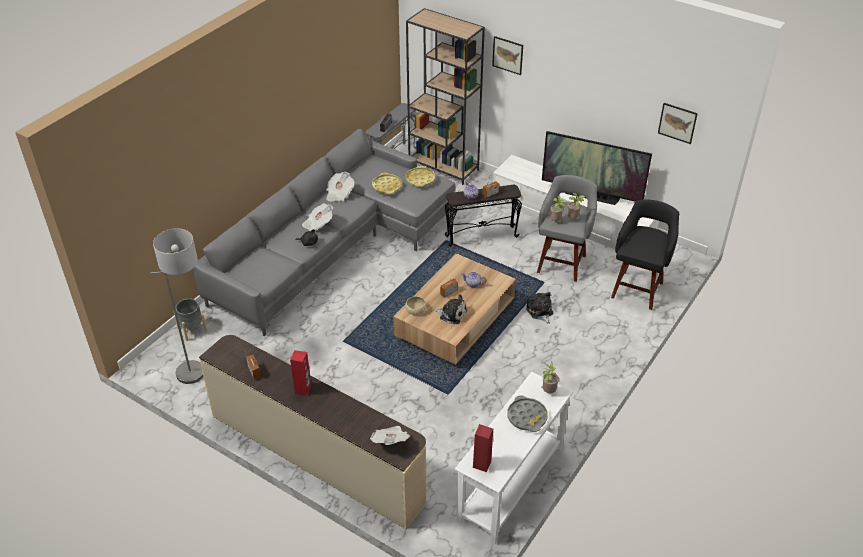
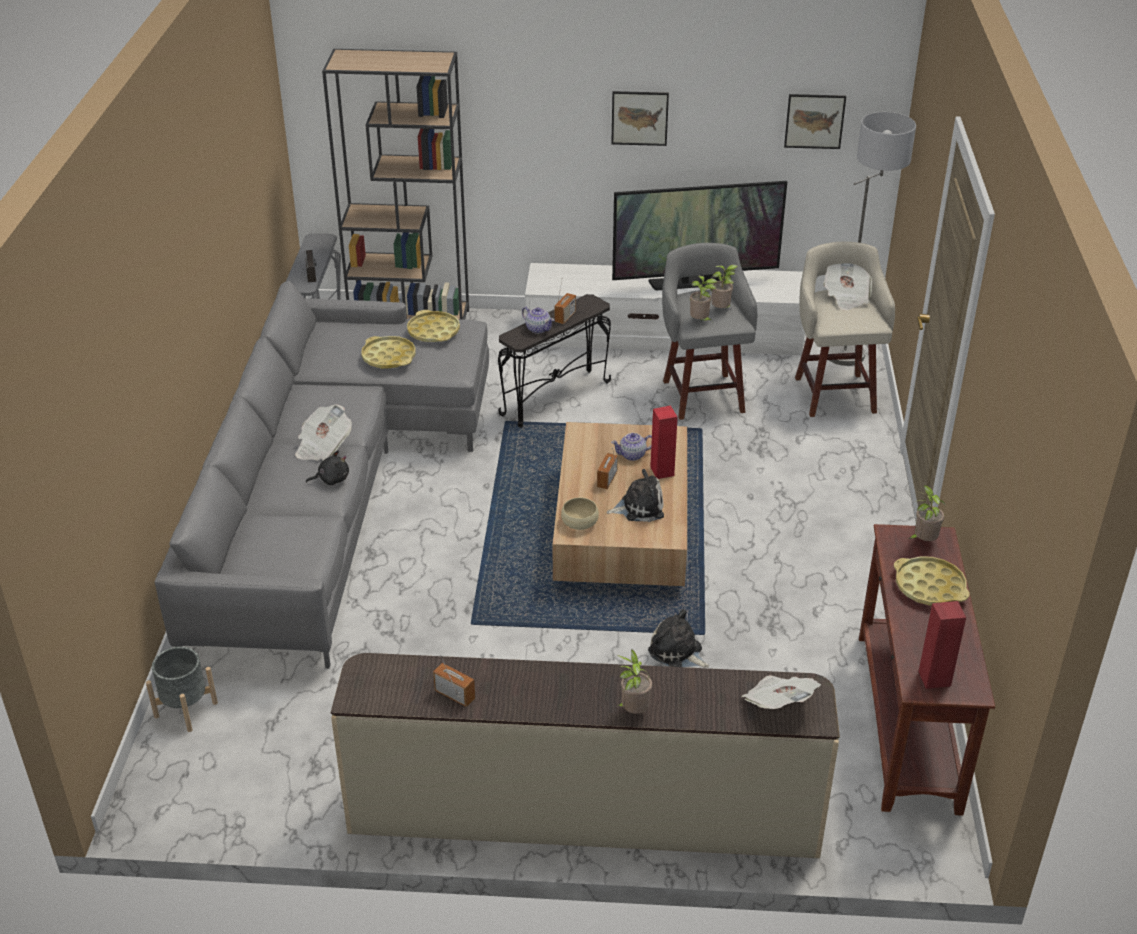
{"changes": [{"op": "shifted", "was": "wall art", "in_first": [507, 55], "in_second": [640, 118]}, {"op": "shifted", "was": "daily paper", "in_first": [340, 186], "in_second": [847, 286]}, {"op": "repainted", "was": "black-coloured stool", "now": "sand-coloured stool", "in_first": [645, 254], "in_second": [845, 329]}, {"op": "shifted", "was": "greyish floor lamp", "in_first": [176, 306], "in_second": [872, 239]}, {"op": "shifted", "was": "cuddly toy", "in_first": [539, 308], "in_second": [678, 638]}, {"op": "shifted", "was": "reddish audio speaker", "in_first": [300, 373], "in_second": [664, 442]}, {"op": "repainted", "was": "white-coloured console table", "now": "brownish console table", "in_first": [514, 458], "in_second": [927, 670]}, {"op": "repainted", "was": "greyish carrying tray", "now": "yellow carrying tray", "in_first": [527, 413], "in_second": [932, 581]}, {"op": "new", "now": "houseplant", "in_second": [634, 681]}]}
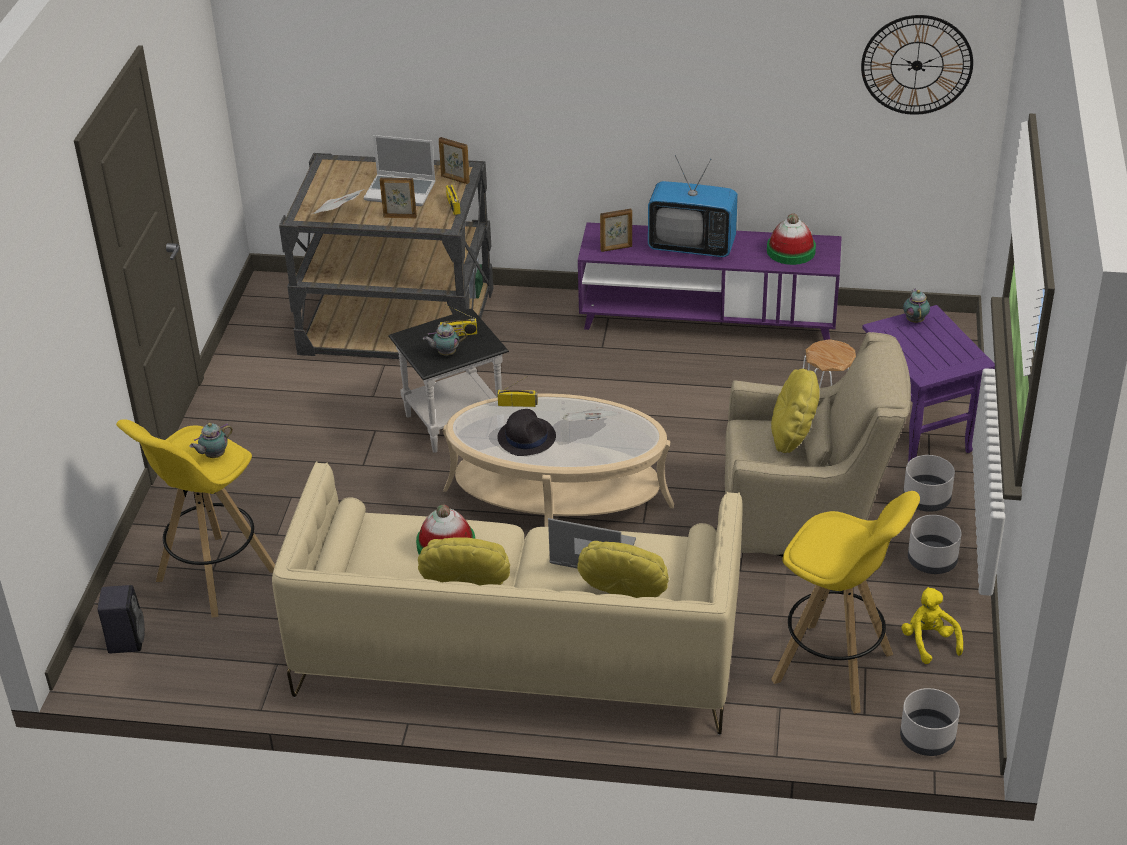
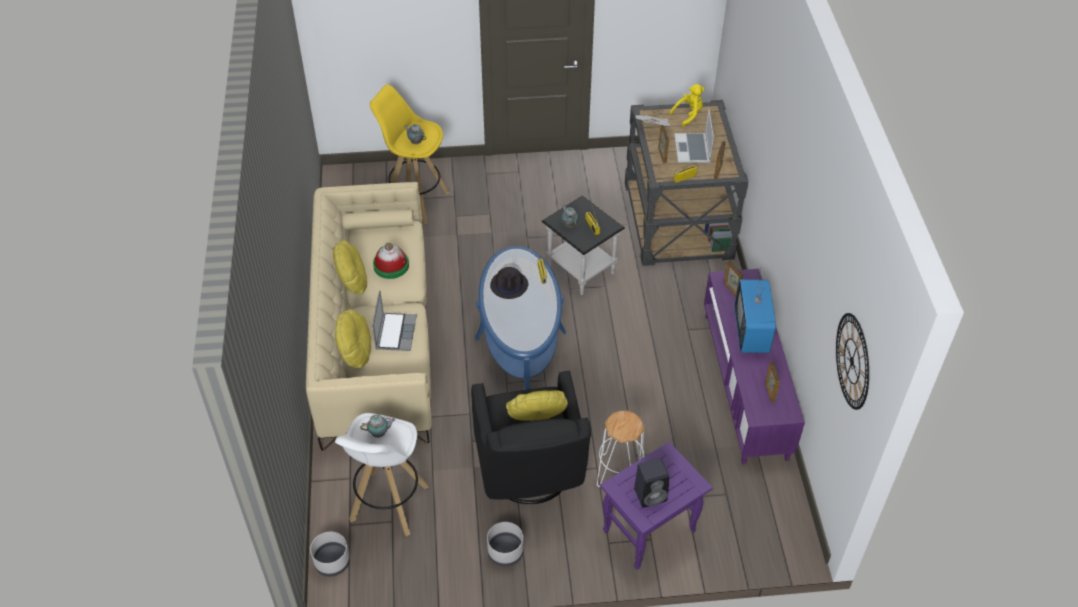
{"changes": [{"op": "swapped", "was": "wearable hat", "now": "standing frame", "in_first": [791, 239], "in_second": [772, 382]}, {"op": "shifted", "was": "teapot", "in_first": [916, 305], "in_second": [377, 426]}, {"op": "repainted", "was": "sand-coloured easy chair", "now": "black-coloured easy chair", "in_first": [818, 444], "in_second": [531, 437]}, {"op": "repainted", "was": "sand-coloured lounge table", "now": "blue-coloured lounge table", "in_first": [558, 460], "in_second": [520, 318]}, {"op": "gone", "was": "daily paper", "in_first": [591, 414]}, {"op": "gone", "was": "greyish plant pot", "in_first": [929, 483]}, {"op": "repainted", "was": "yellow stool", "now": "white-coloured stool", "in_first": [845, 602], "in_second": [382, 474]}, {"op": "shifted", "was": "black-coloured audio speaker", "in_first": [121, 619], "in_second": [651, 483]}, {"op": "shifted", "was": "yellow cuddly toy", "in_first": [932, 625], "in_second": [687, 105]}]}
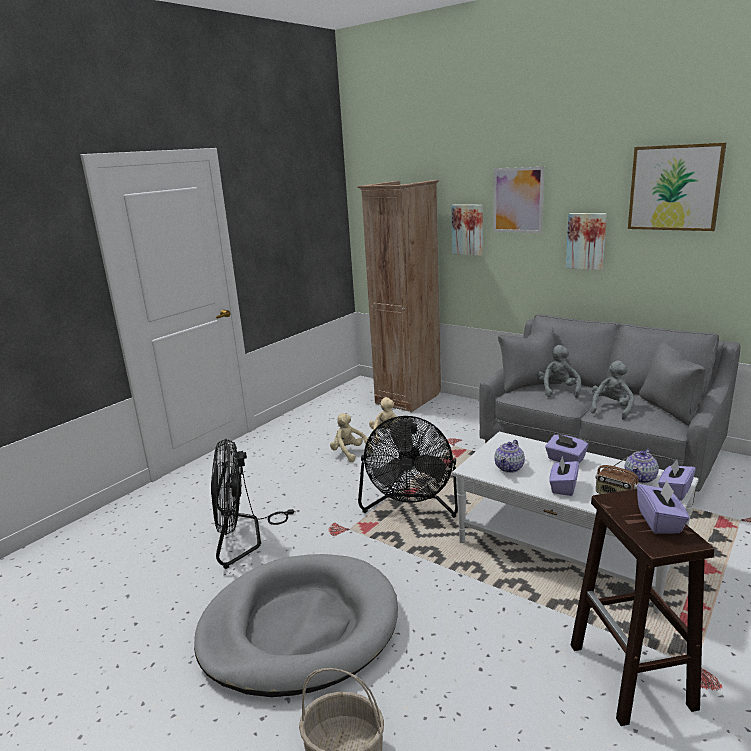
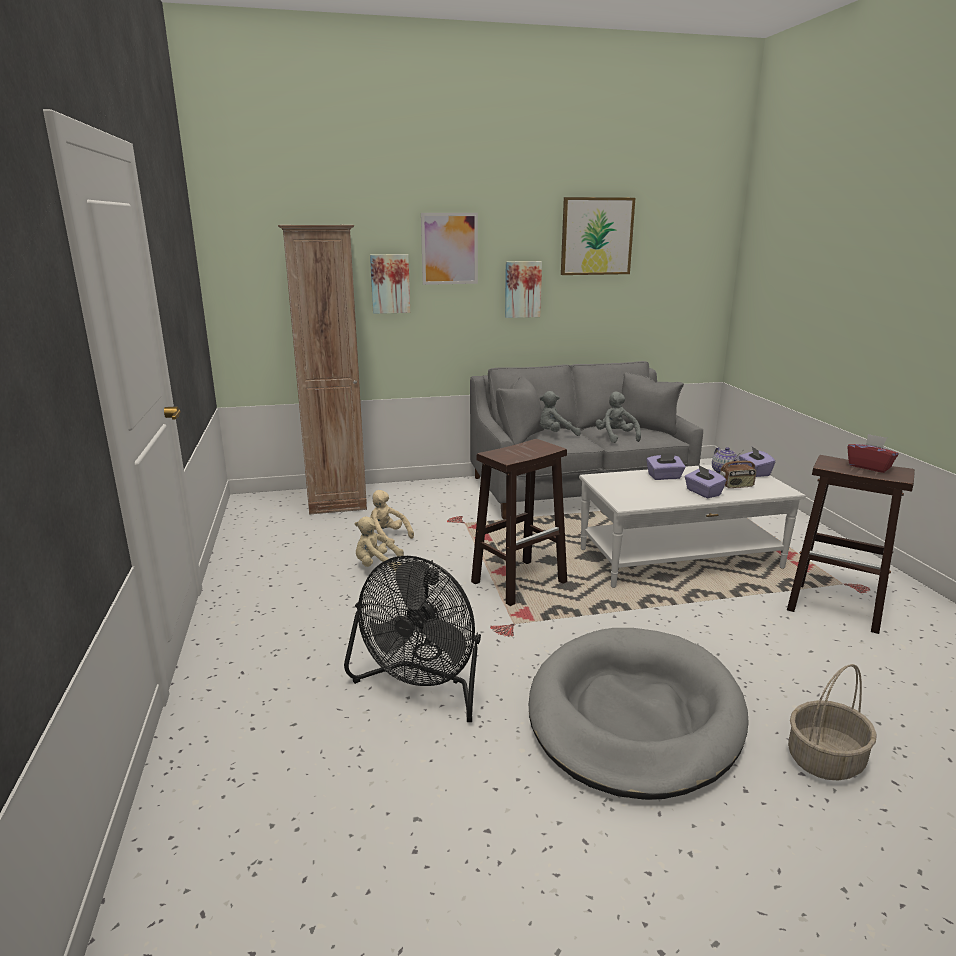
{"changes": [{"op": "rotated", "was": "greyish cuddly toy", "in_first": [559, 371], "in_second": [560, 413], "clockwise": -60}, {"op": "swapped", "was": "black-coloured electric fan", "now": "brownish stool", "in_first": [408, 467], "in_second": [519, 522]}, {"op": "gone", "was": "teapot", "in_first": [509, 456]}, {"op": "repainted", "was": "purple tissue box", "now": "reddish tissue box", "in_first": [663, 507], "in_second": [873, 453]}]}
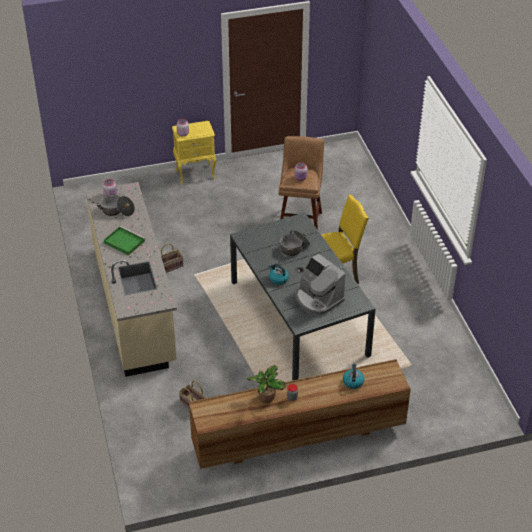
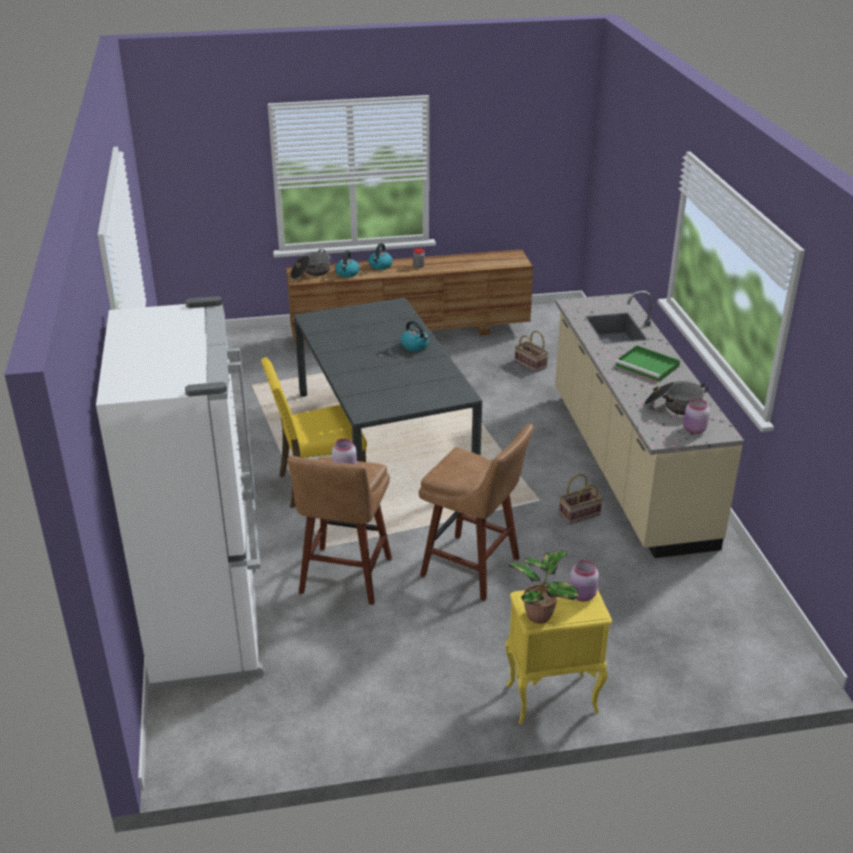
{"changes": [{"op": "shifted", "was": "saucepot", "in_first": [295, 243], "in_second": [310, 264]}, {"op": "gone", "was": "coffee machine", "in_first": [320, 284]}, {"op": "shifted", "was": "houseplant", "in_first": [266, 384], "in_second": [543, 586]}, {"op": "new", "now": "water kettle", "in_second": [380, 256]}, {"op": "new", "now": "white-coloured refrigerator", "in_second": [180, 493]}, {"op": "new", "now": "brownish stool", "in_second": [476, 512]}]}
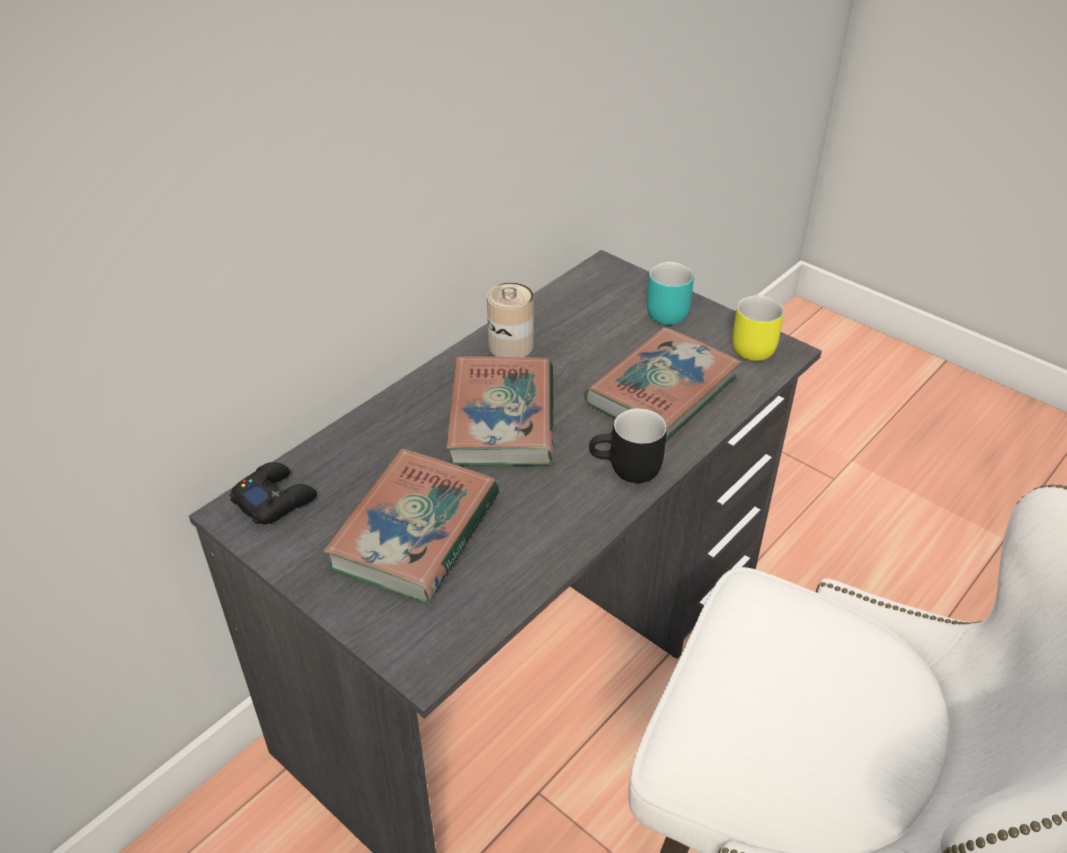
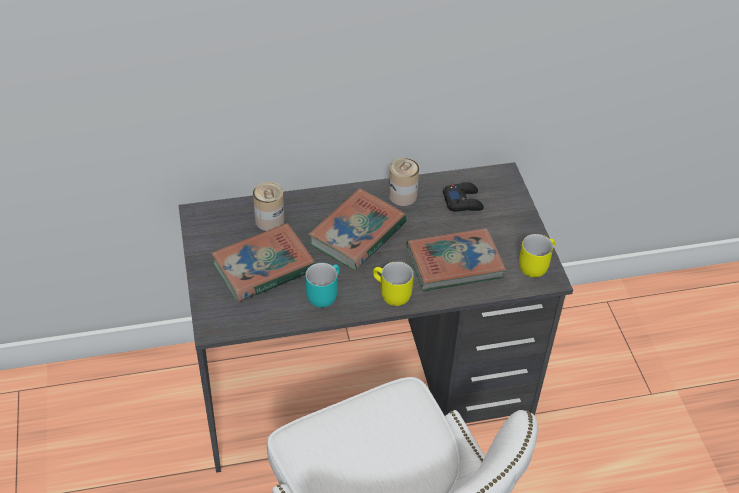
{"changes": [{"op": "shifted", "was": "blue-green tea mug", "in_first": [670, 293], "in_second": [322, 285]}, {"op": "repainted", "was": "black-coloured tea mug", "now": "yellow tea mug", "in_first": [628, 445], "in_second": [393, 283]}, {"op": "shifted", "was": "black-coloured game controller", "in_first": [273, 493], "in_second": [463, 197]}, {"op": "new", "now": "metal can", "in_second": [269, 206]}]}
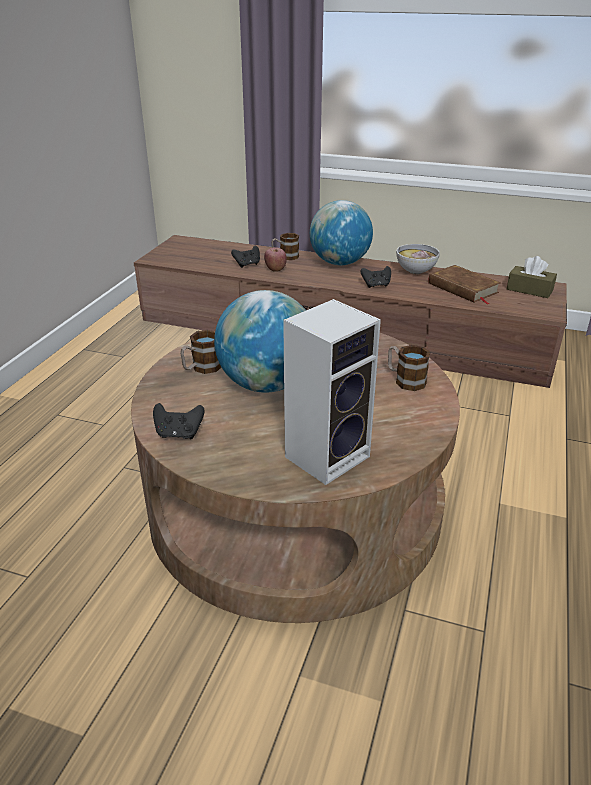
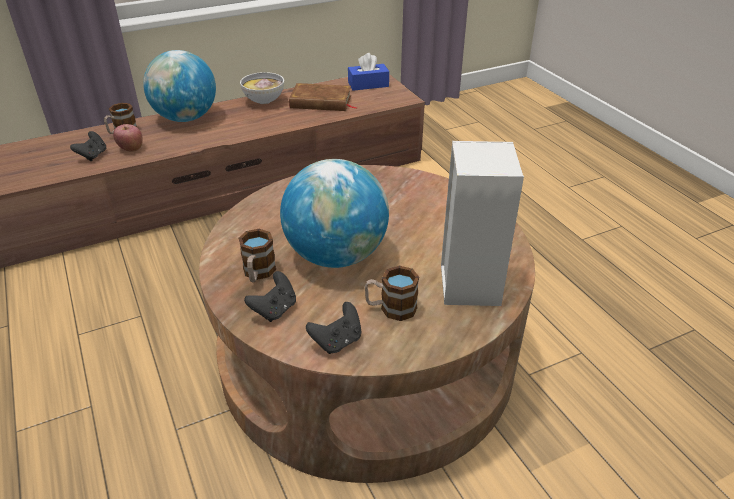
{"changes": [{"op": "repainted", "was": "brownish tissue box", "now": "blue-coloured tissue box", "in_first": [532, 277], "in_second": [368, 72]}, {"op": "shifted", "was": "black-coloured game controller", "in_first": [376, 277], "in_second": [270, 296]}, {"op": "shifted", "was": "tea mug", "in_first": [409, 368], "in_second": [391, 293]}]}
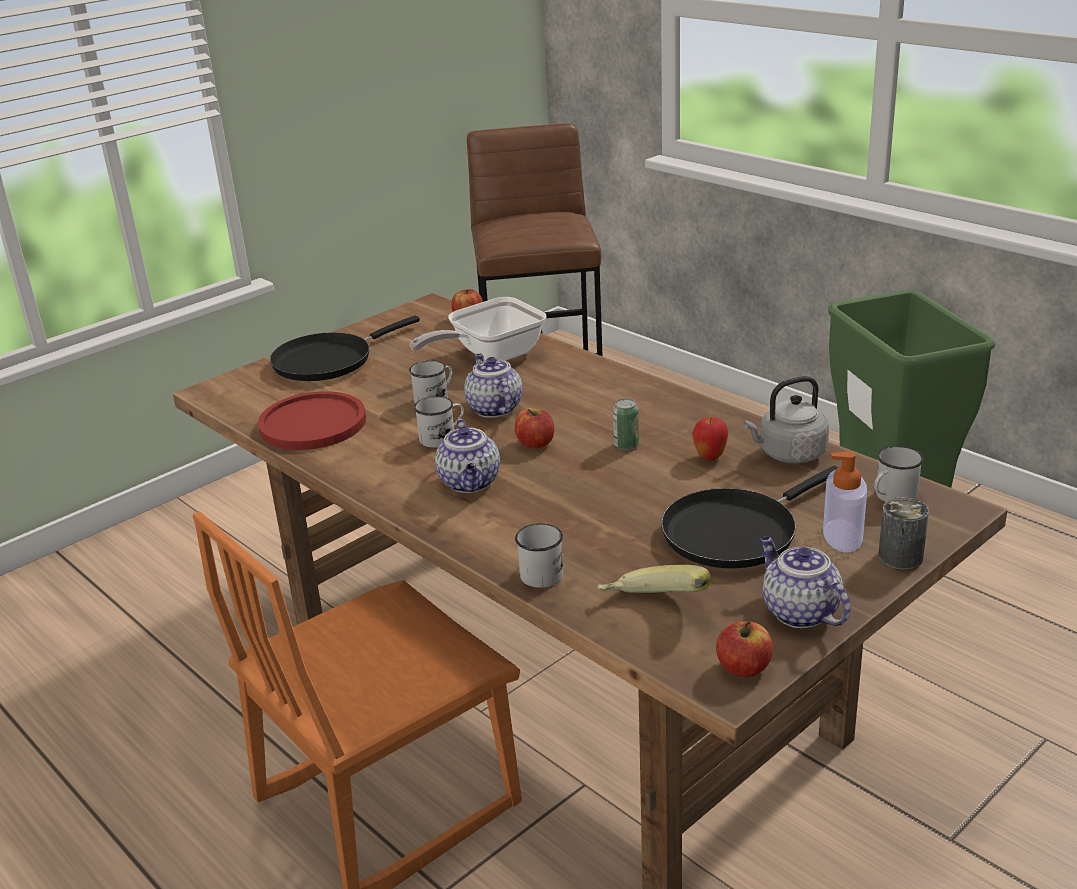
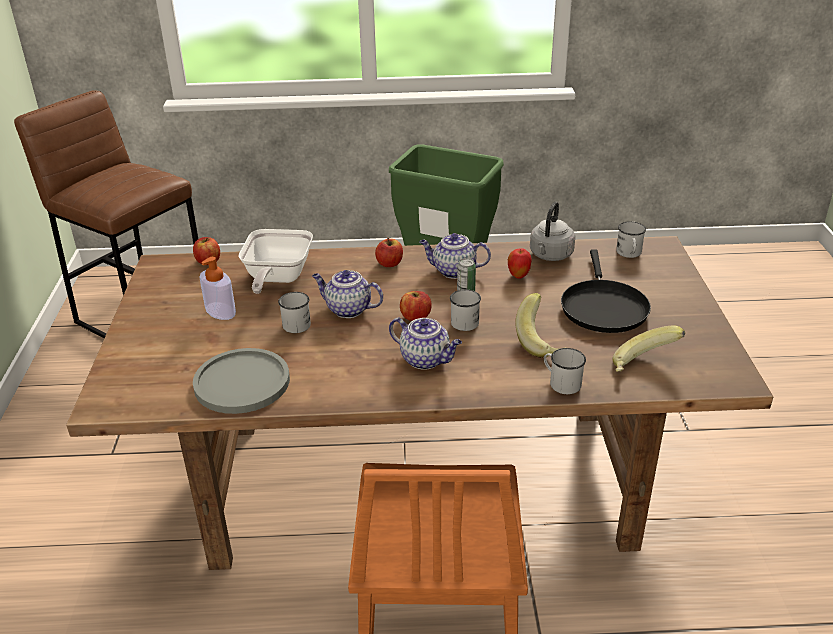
{"changes": [{"op": "gone", "was": "black-coloured frying pan", "in_first": [345, 348]}, {"op": "repainted", "was": "reddish plate", "now": "greyish plate", "in_first": [312, 420], "in_second": [241, 381]}, {"op": "shifted", "was": "white-coloured tea mug", "in_first": [439, 422], "in_second": [465, 310]}, {"op": "shifted", "was": "soap dispenser", "in_first": [845, 502], "in_second": [217, 288]}, {"op": "gone", "was": "metal can", "in_first": [903, 533]}, {"op": "shifted", "was": "teapot", "in_first": [805, 582], "in_second": [455, 256]}, {"op": "shifted", "was": "apple", "in_first": [744, 649], "in_second": [389, 252]}, {"op": "new", "now": "banana", "in_second": [541, 325]}]}
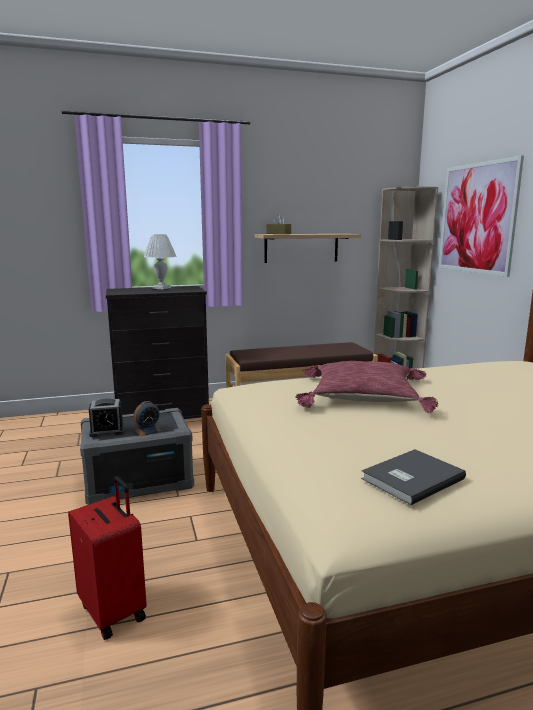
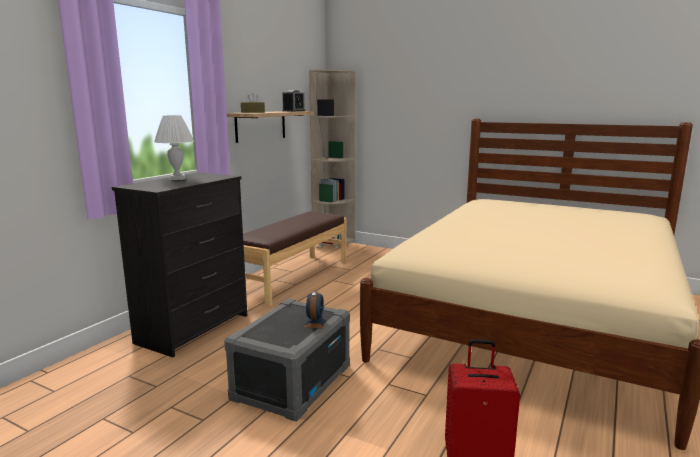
{"changes": [{"op": "gone", "was": "wall art", "in_first": [481, 216]}, {"op": "gone", "was": "reddish pillow", "in_first": [367, 387]}, {"op": "shifted", "was": "table clock", "in_first": [107, 418], "in_second": [293, 101]}, {"op": "gone", "was": "greyish bound book", "in_first": [413, 477]}]}
